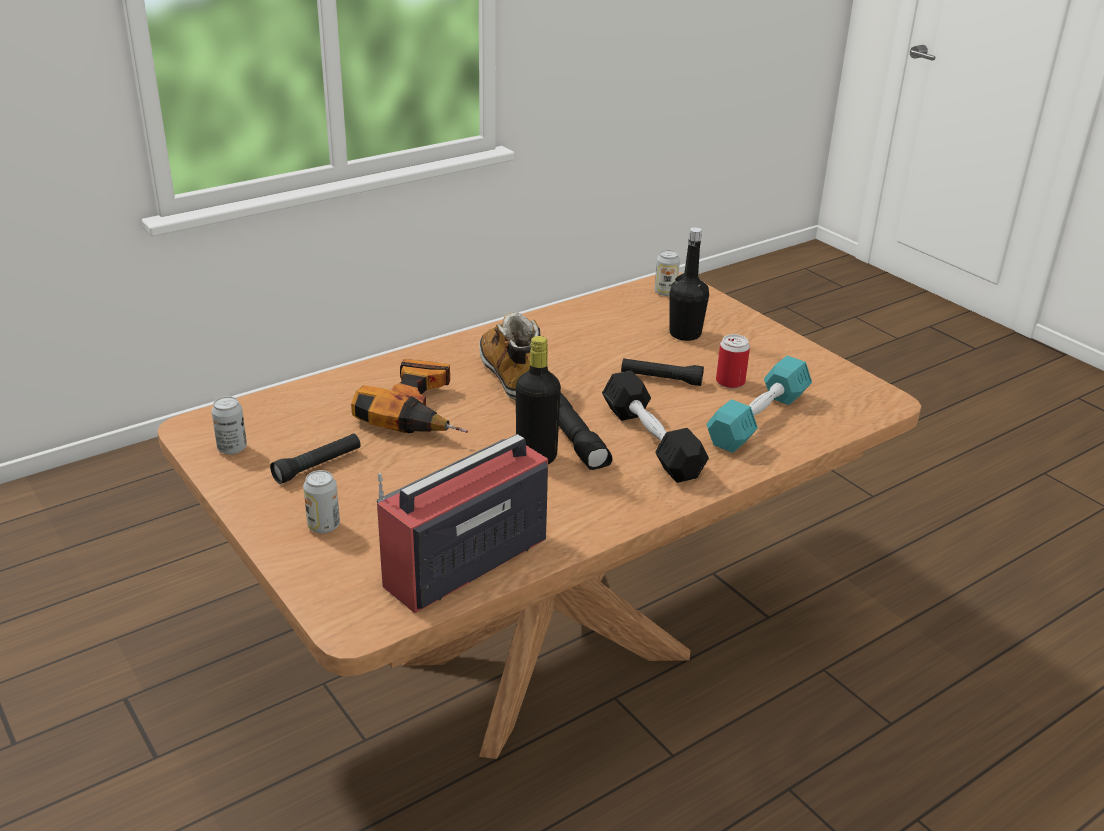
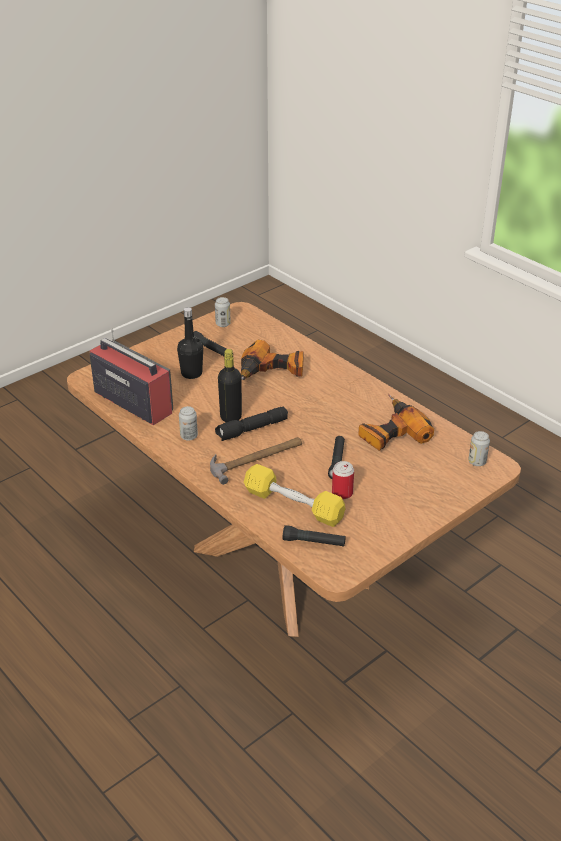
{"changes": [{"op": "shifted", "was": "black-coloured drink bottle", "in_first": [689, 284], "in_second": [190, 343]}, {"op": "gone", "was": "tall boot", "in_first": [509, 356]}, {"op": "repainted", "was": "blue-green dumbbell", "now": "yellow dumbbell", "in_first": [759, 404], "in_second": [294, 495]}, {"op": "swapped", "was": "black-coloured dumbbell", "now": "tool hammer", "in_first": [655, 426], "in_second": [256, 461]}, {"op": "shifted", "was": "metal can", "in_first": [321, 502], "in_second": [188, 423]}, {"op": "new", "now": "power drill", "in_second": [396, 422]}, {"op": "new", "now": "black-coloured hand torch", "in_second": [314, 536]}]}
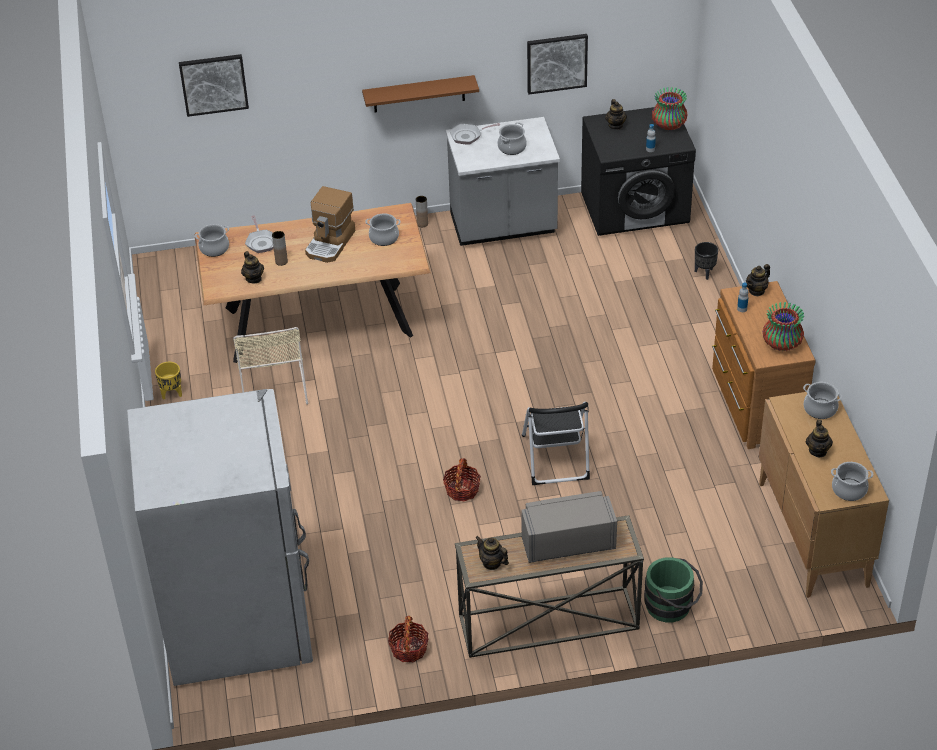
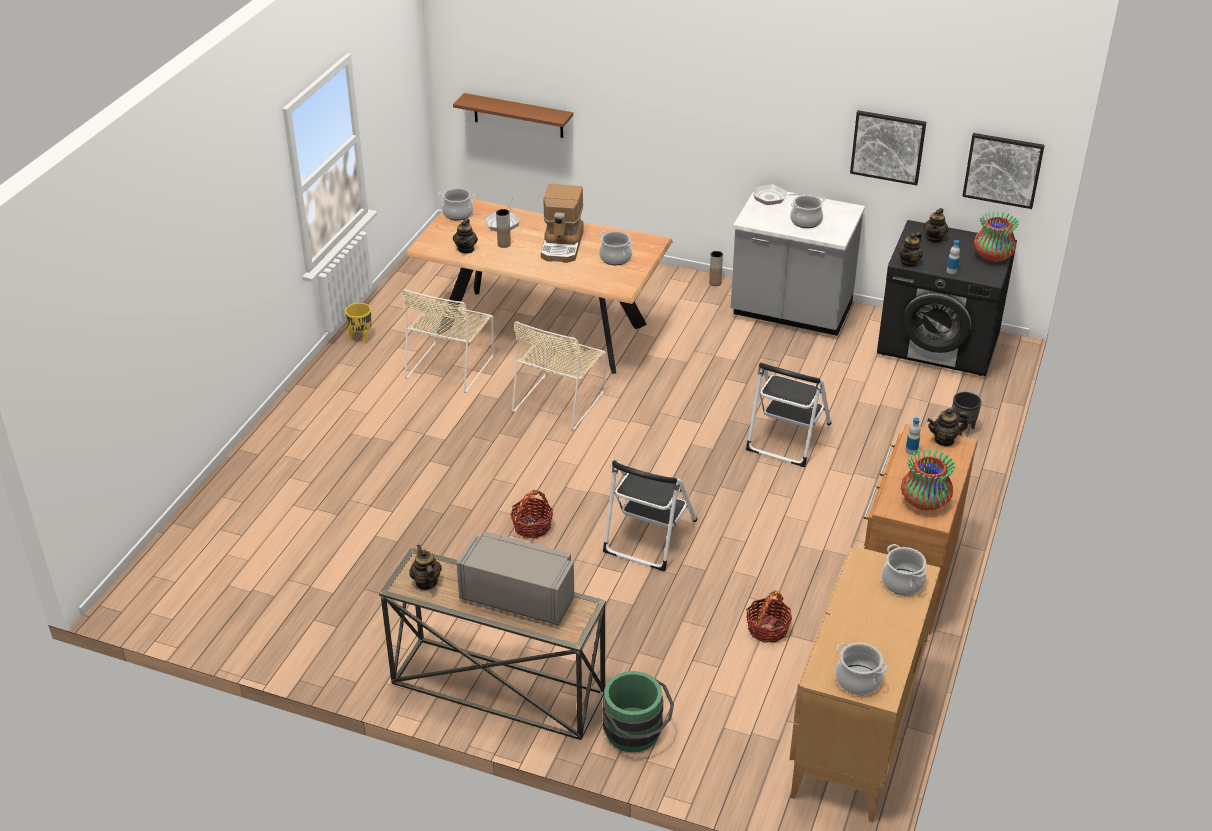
{"changes": [{"op": "shifted", "was": "wall art", "in_first": [214, 85], "in_second": [1003, 171]}, {"op": "shifted", "was": "brownish bracket shelf", "in_first": [420, 94], "in_second": [513, 115]}, {"op": "rotated", "was": "coffee machine", "in_first": [330, 224], "in_second": [562, 223], "clockwise": -45}, {"op": "gone", "was": "white-coloured refrigerator", "in_first": [220, 537]}, {"op": "shifted", "was": "teapot", "in_first": [819, 438], "in_second": [910, 249]}, {"op": "shifted", "was": "basket", "in_first": [408, 639], "in_second": [769, 616]}, {"op": "new", "now": "sand-coloured plain chair", "in_second": [559, 375]}, {"op": "new", "now": "stepladder", "in_second": [788, 415]}]}
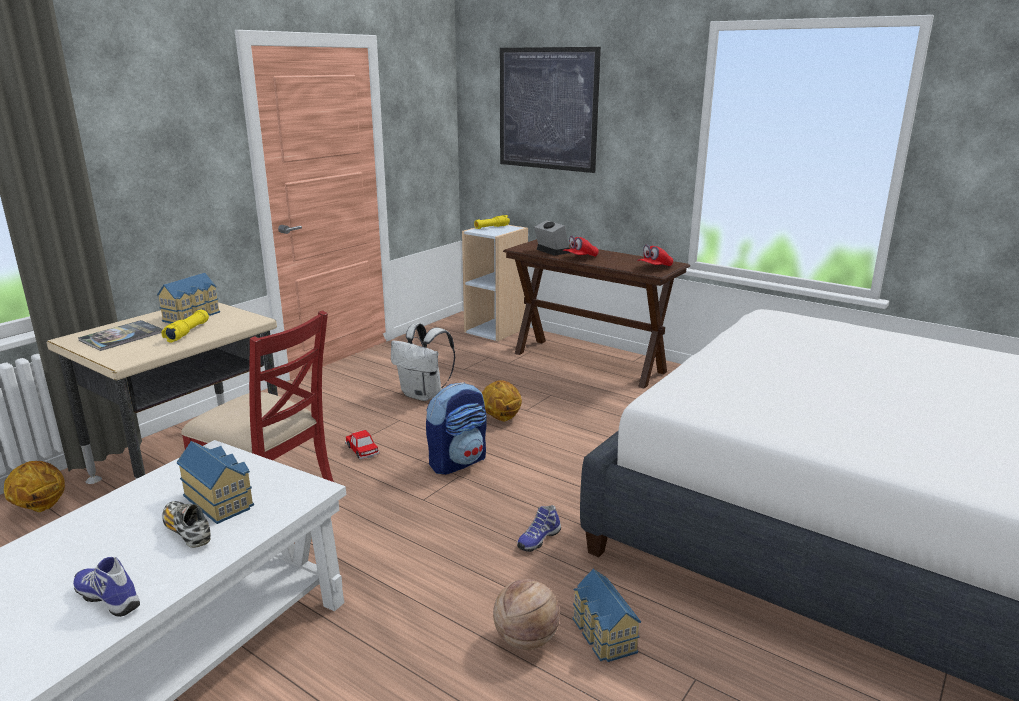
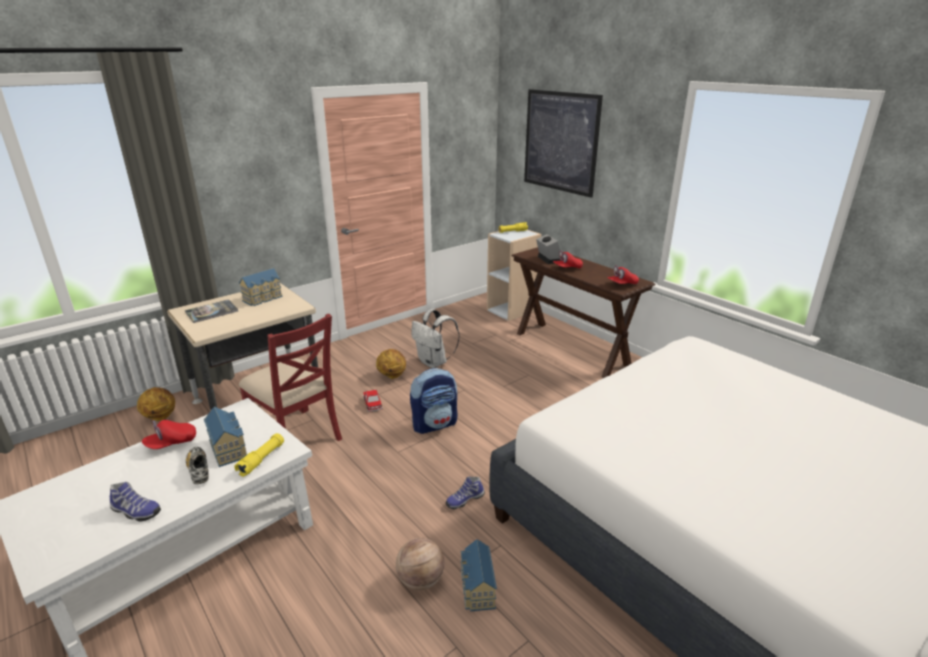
{"changes": [{"op": "shifted", "was": "yellow hand torch", "in_first": [185, 326], "in_second": [259, 455]}, {"op": "shifted", "was": "basketball", "in_first": [502, 400], "in_second": [391, 364]}, {"op": "rotated", "was": "low shoe", "in_first": [106, 587], "in_second": [135, 502], "clockwise": 150}, {"op": "new", "now": "reddish baseball cap", "in_second": [169, 434]}]}
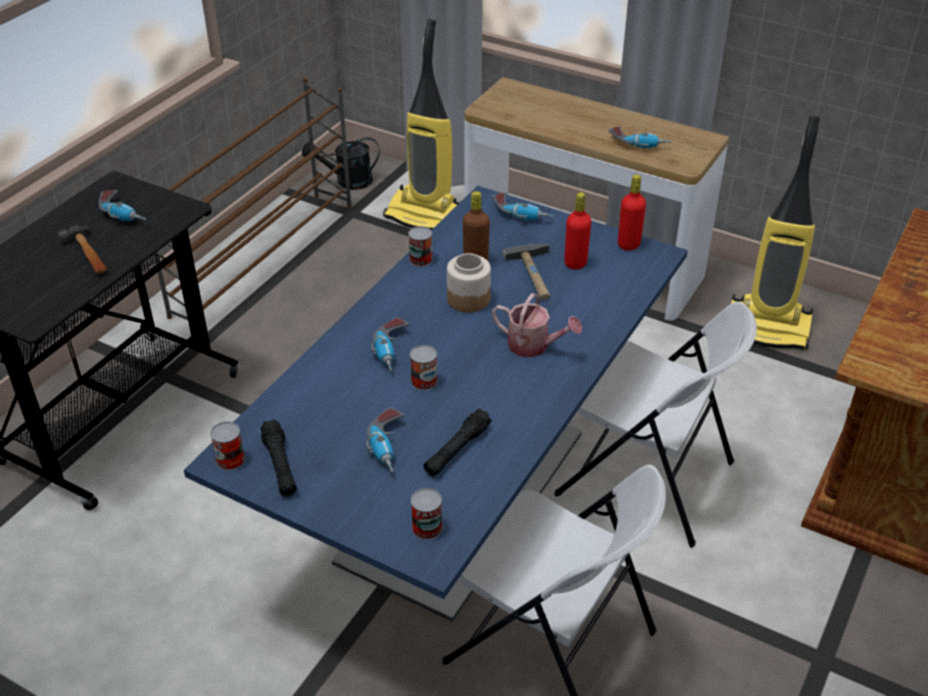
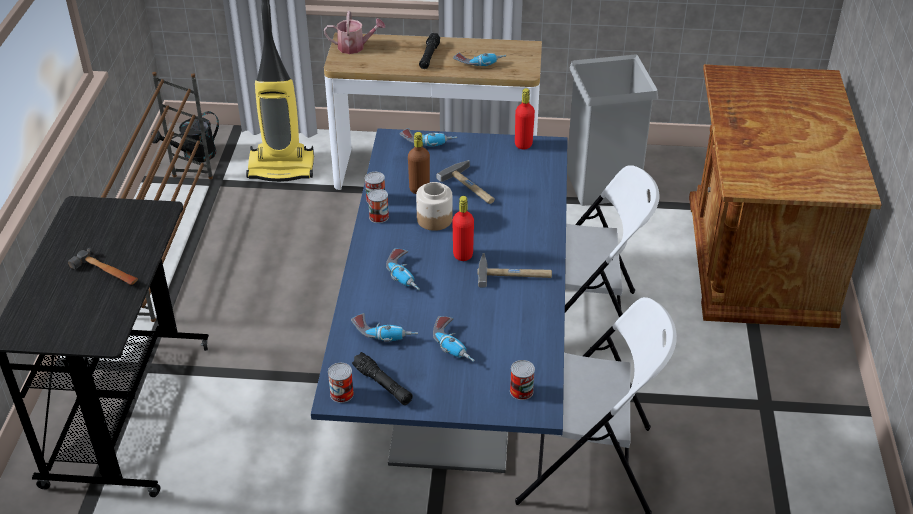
{"changes": [{"op": "swapped", "was": "hoover", "now": "greyish trash can", "in_first": [775, 233], "in_second": [612, 130]}, {"op": "shifted", "was": "power drill", "in_first": [122, 205], "in_second": [384, 327]}, {"op": "shifted", "was": "reddish drink bottle", "in_first": [577, 230], "in_second": [463, 228]}, {"op": "shifted", "was": "watering pot", "in_first": [537, 325], "in_second": [354, 32]}, {"op": "shifted", "was": "metal can", "in_first": [424, 367], "in_second": [378, 206]}, {"op": "shifted", "was": "black-coloured hand torch", "in_first": [457, 442], "in_second": [429, 51]}, {"op": "new", "now": "tool hammer", "in_second": [514, 270]}]}
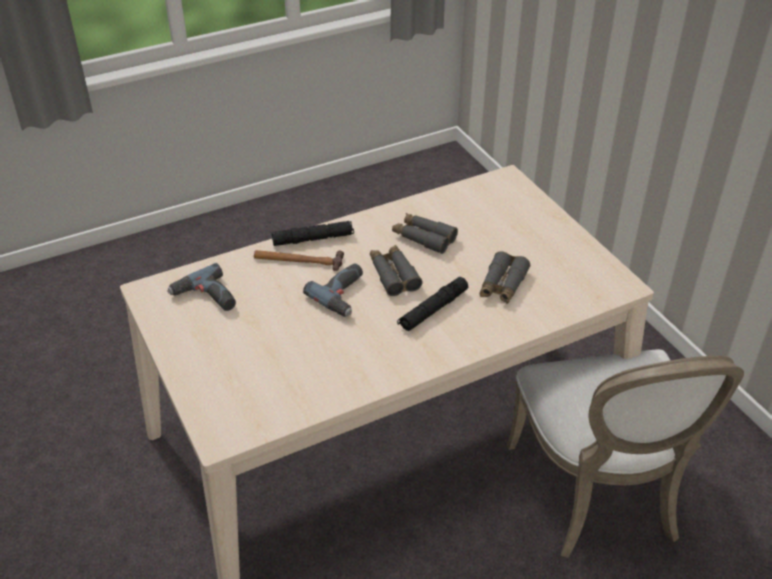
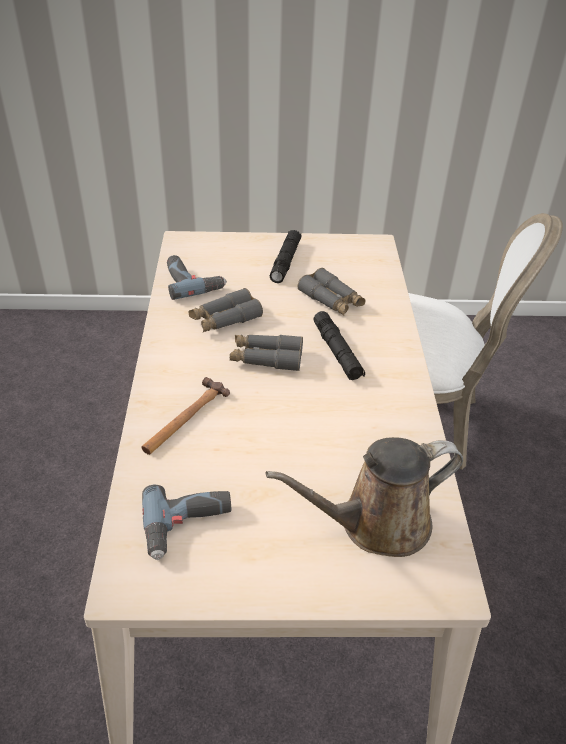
{"changes": [{"op": "shifted", "was": "black-coloured hand torch", "in_first": [313, 233], "in_second": [286, 256]}, {"op": "shifted", "was": "power drill", "in_first": [333, 290], "in_second": [197, 277]}, {"op": "new", "now": "brownish watering pot", "in_second": [364, 497]}]}
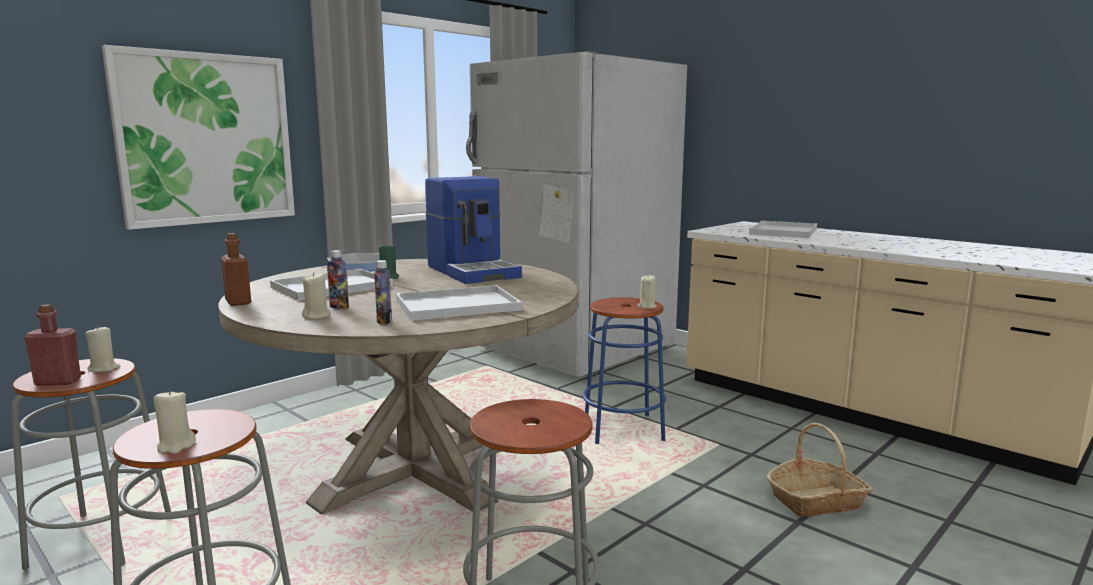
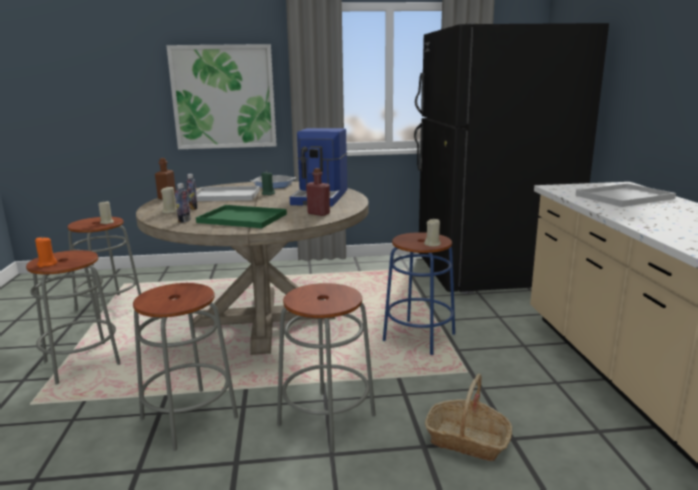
{"changes": [{"op": "repainted", "was": "white-coloured refrigerator", "now": "black-coloured refrigerator", "in_first": [576, 213], "in_second": [511, 158]}, {"op": "repainted", "was": "white-coloured carrying tray", "now": "green carrying tray", "in_first": [459, 303], "in_second": [241, 216]}, {"op": "shifted", "was": "reddish drink bottle", "in_first": [52, 345], "in_second": [318, 192]}, {"op": "repainted", "was": "sand-coloured candle", "now": "orange-coloured candle", "in_first": [175, 422], "in_second": [46, 252]}, {"op": "new", "now": "greyish stool", "in_second": [326, 368]}]}
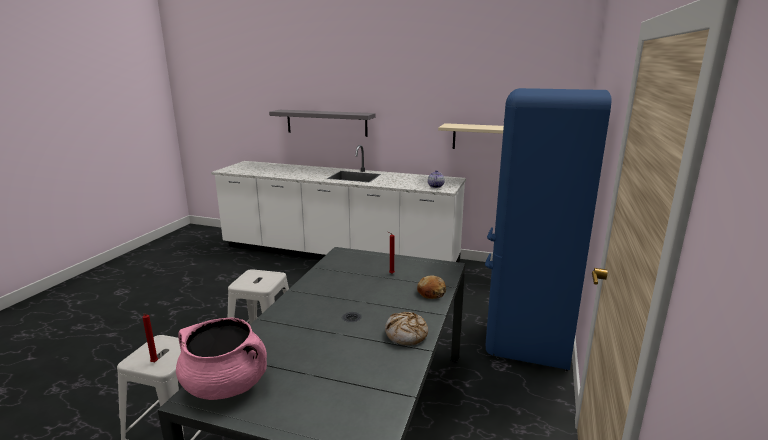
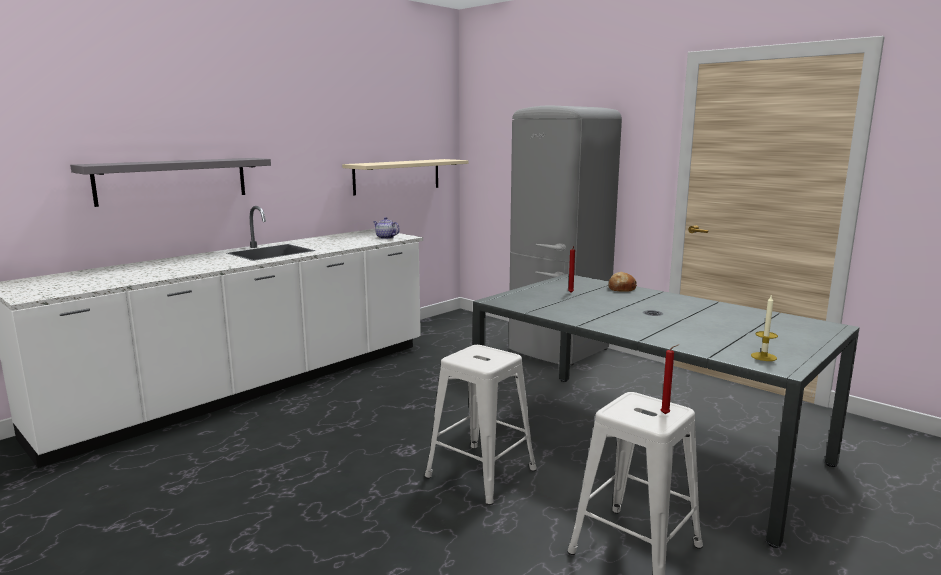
{"changes": [{"op": "repainted", "was": "blue-coloured refrigerator", "now": "greyish refrigerator", "in_first": [548, 230], "in_second": [565, 235]}, {"op": "gone", "was": "baked bread", "in_first": [406, 329]}, {"op": "swapped", "was": "pink saucepot", "now": "candle", "in_first": [221, 359], "in_second": [764, 327]}]}
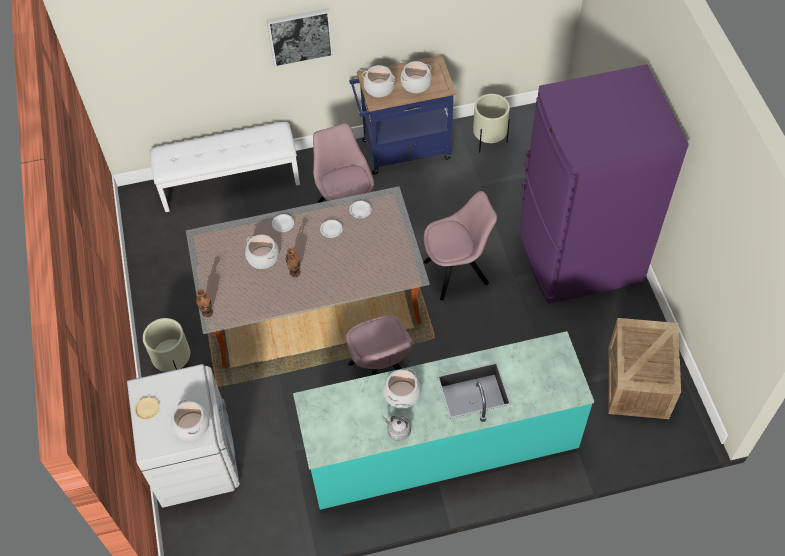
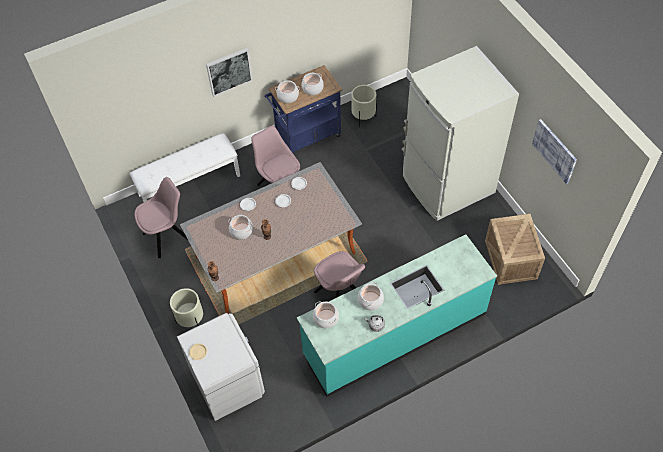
{"changes": [{"op": "repainted", "was": "purple refrigerator", "now": "white-coloured refrigerator", "in_first": [604, 184], "in_second": [460, 133]}, {"op": "shifted", "was": "pink plain chair", "in_first": [460, 246], "in_second": [161, 217]}, {"op": "shifted", "was": "saucepot", "in_first": [190, 420], "in_second": [326, 315]}, {"op": "new", "now": "wall art", "in_second": [554, 151]}]}
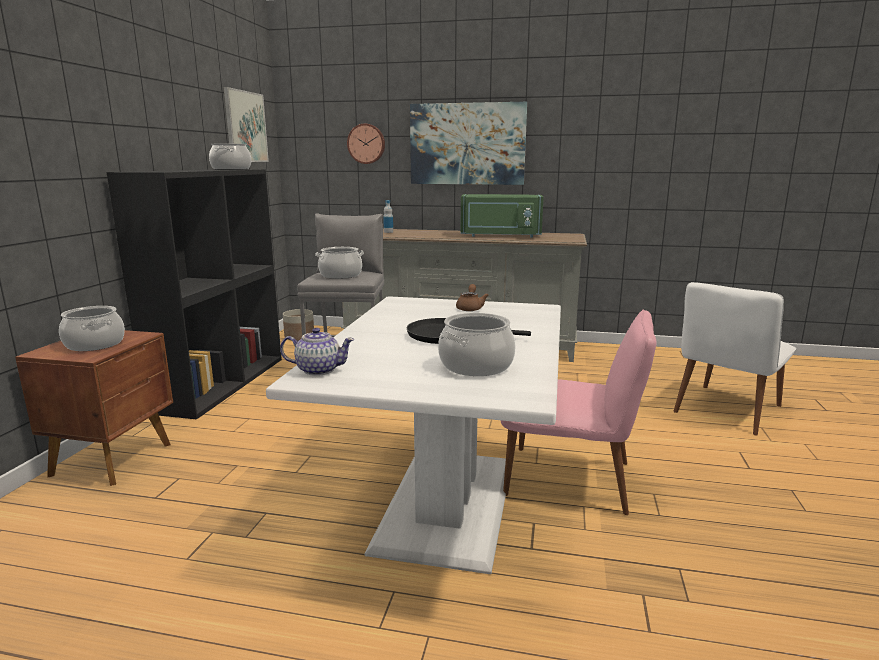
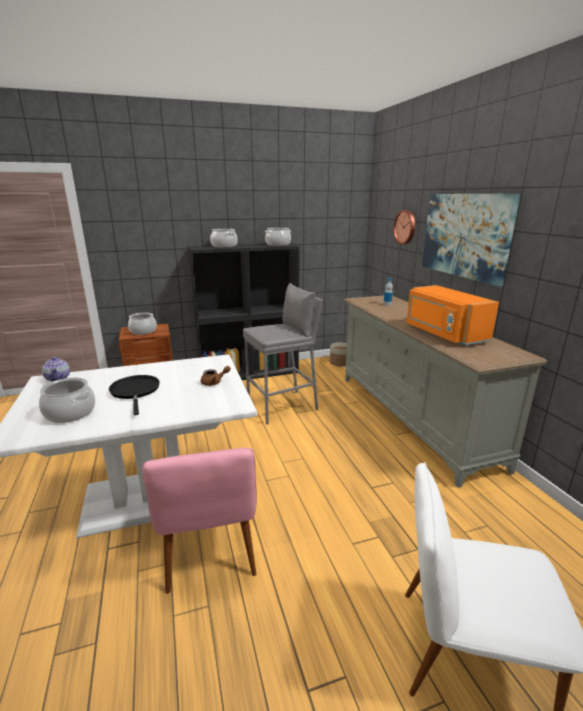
{"changes": [{"op": "gone", "was": "wall art", "in_first": [246, 124]}, {"op": "repainted", "was": "green microwave", "now": "orange-coloured microwave", "in_first": [502, 216], "in_second": [452, 315]}, {"op": "shifted", "was": "saucepot", "in_first": [339, 263], "in_second": [223, 238]}]}
